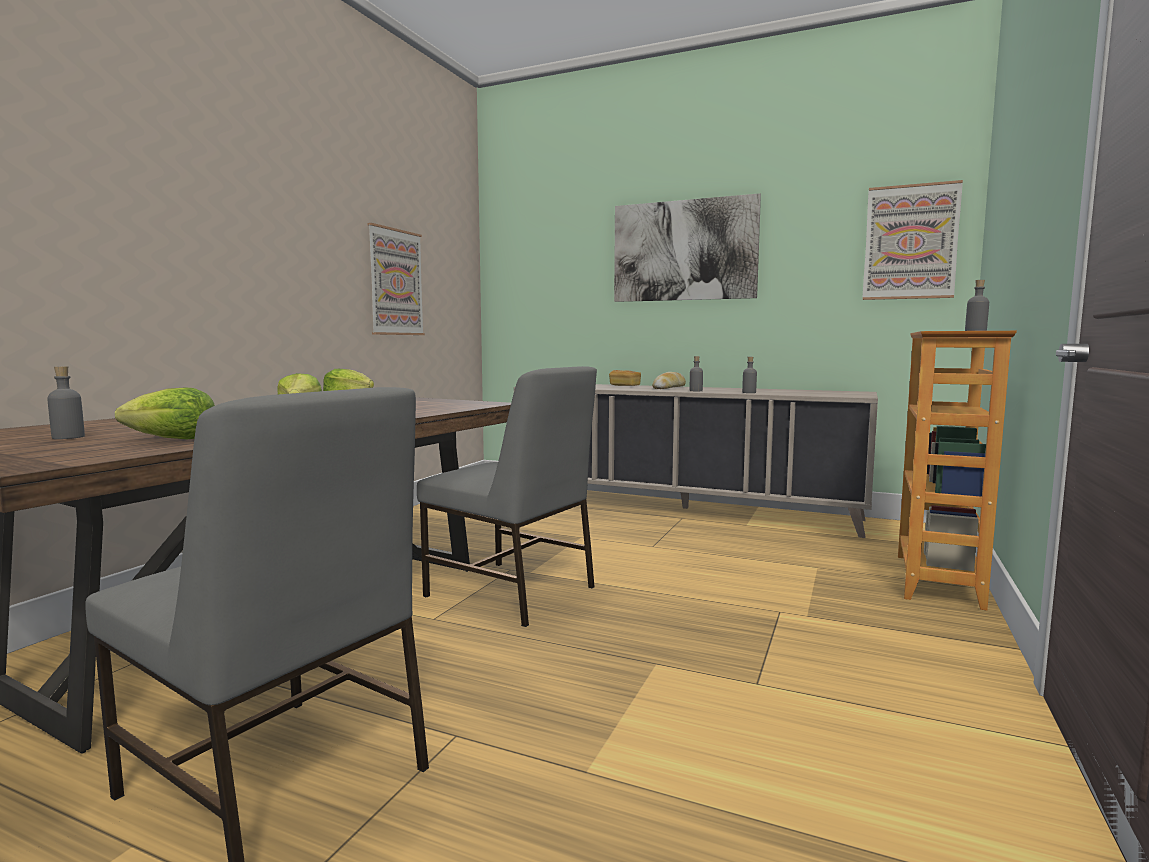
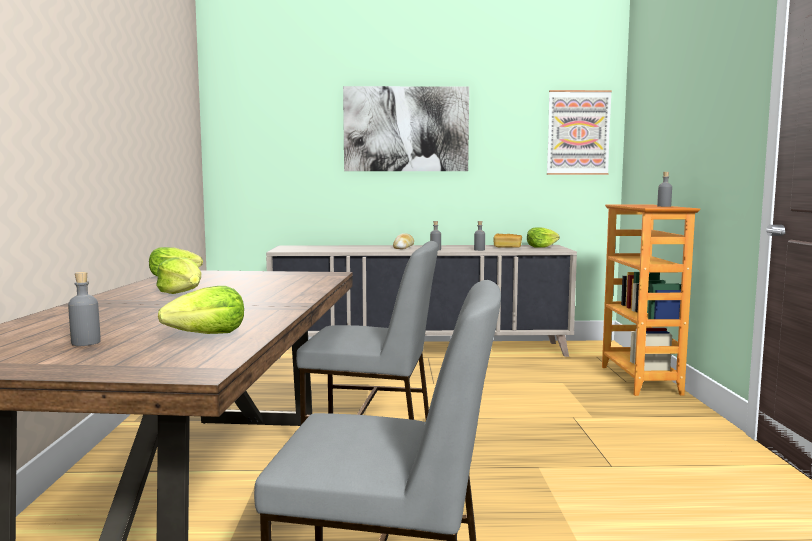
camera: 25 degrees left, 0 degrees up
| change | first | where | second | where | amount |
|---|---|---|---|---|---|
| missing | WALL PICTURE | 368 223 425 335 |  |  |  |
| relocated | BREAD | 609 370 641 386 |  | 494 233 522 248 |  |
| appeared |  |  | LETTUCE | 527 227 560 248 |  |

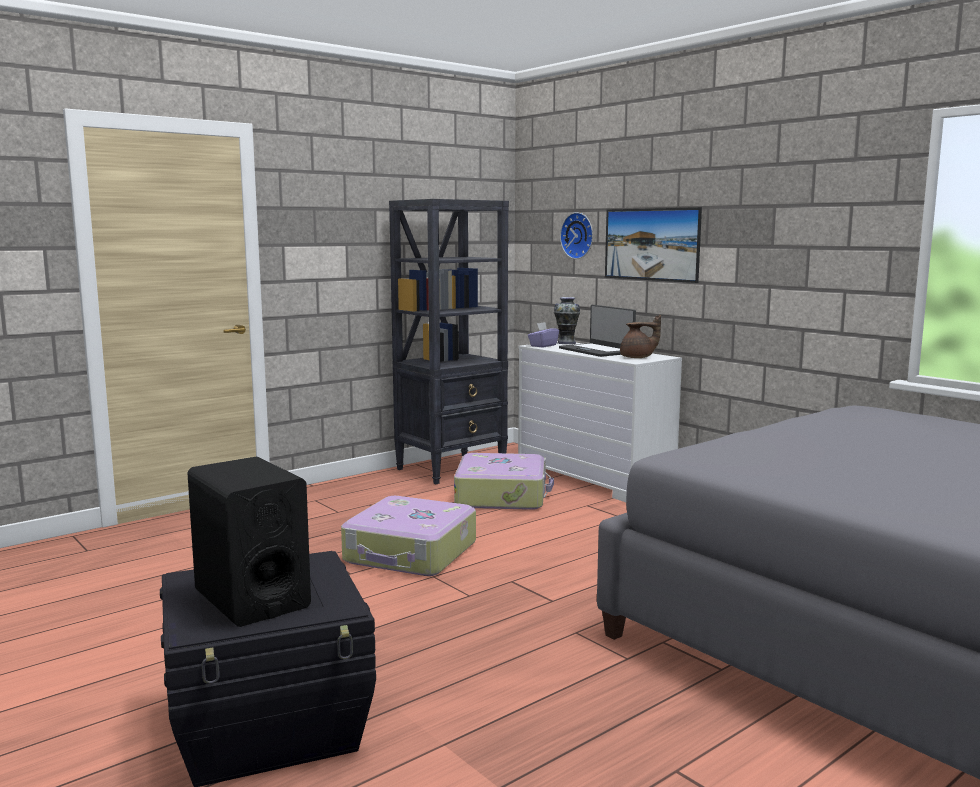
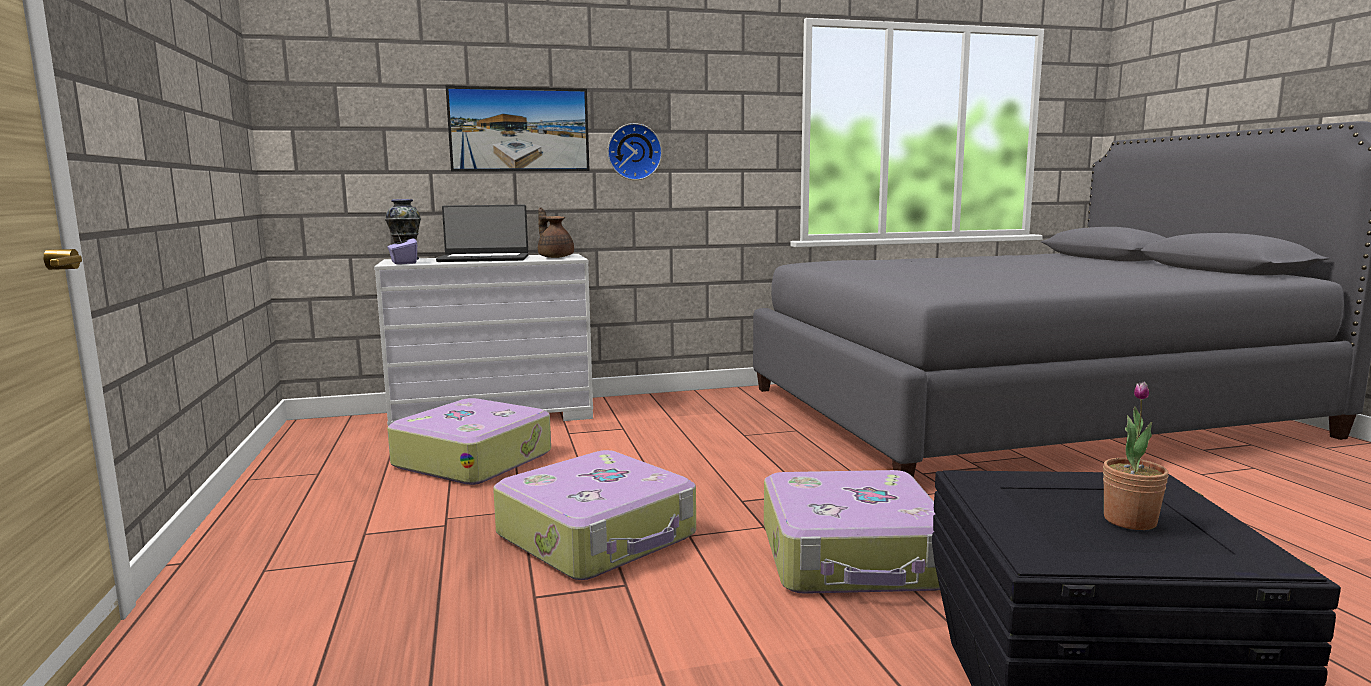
camera: 65 degrees left, 0 degrees up
| change | first | where | second | where | amount |
|---|---|---|---|---|---|
| exchanged | BLACK-COLOURED AUDIO SPEAKER | 187 456 311 627 | POTTED PLANT | 1103 382 1169 530 |  |
| missing | BLACK-COLOURED BOOKCASE | 389 199 509 484 |  |  |  |
| relocated | HANGING CLOCK | 560 212 593 259 |  | 607 123 662 180 |  |
| spun | BROWN TEA POT | 620 315 661 358 |  | 538 208 574 258 | 60 degrees counterclockwise |
| appeared |  |  | PIECE OF LUGGAGE | 764 470 940 594 |  |

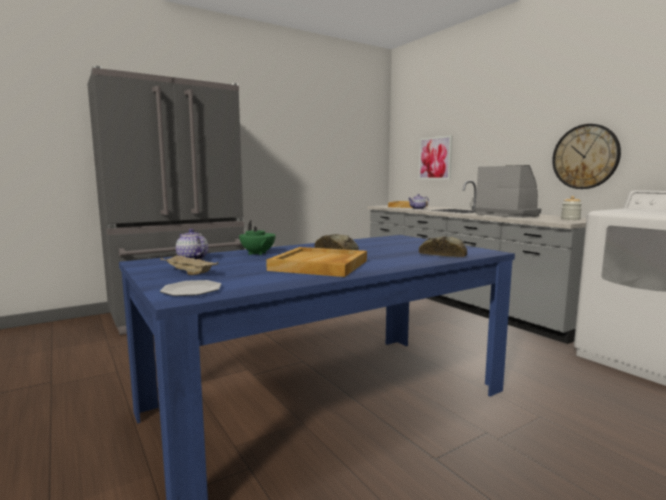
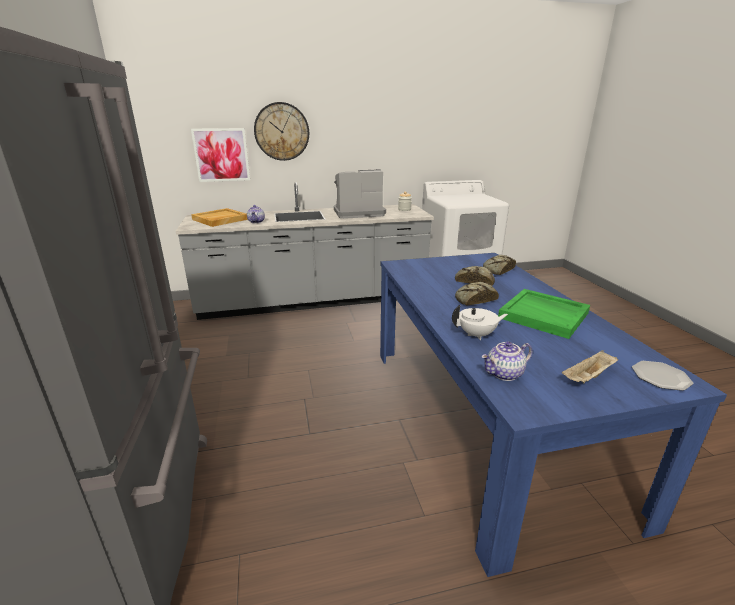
camera: 70 degrees left, 15 degrees up
| change | first | where | second | where | amount |
|---|---|---|---|---|---|
| colour | GREEN-COLOURED TEA POT | 239 221 276 255 | WHITE-COLOURED TEA POT | 452 305 508 340 |  |
| colour | BEIGE-COLOURED CARRYING TRAY | 266 247 367 277 | GREEN-COLOURED CARRYING TRAY | 498 289 590 339 |  |
| relocated | HANGING CLOCK | 552 124 621 189 |  | 254 102 309 161 |  |
| appeared |  |  | BREAD | 455 266 495 286 |  |

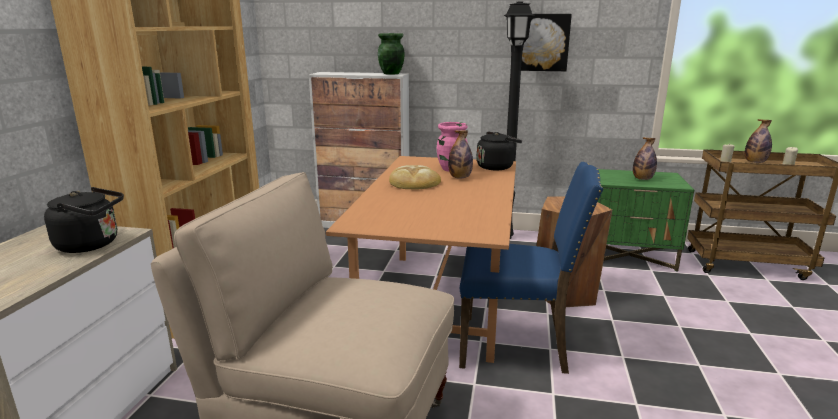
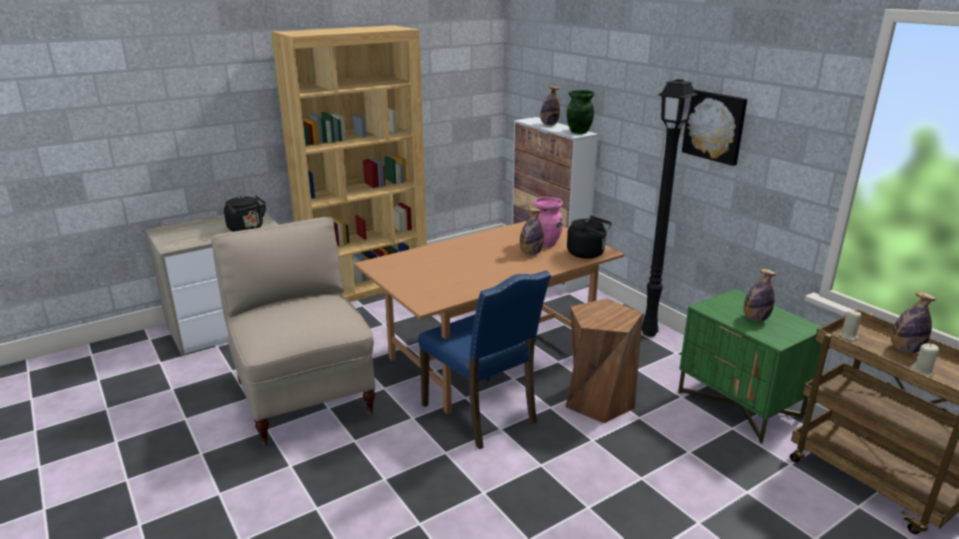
camera: 45 degrees right, 5 degrees up
| change | first | where | second | where | amount |
|---|---|---|---|---|---|
| missing | BREAD | 389 165 441 190 |  |  |  |
| appeared |  |  | BEVERAGE BOTTLE | 540 86 560 126 |  |

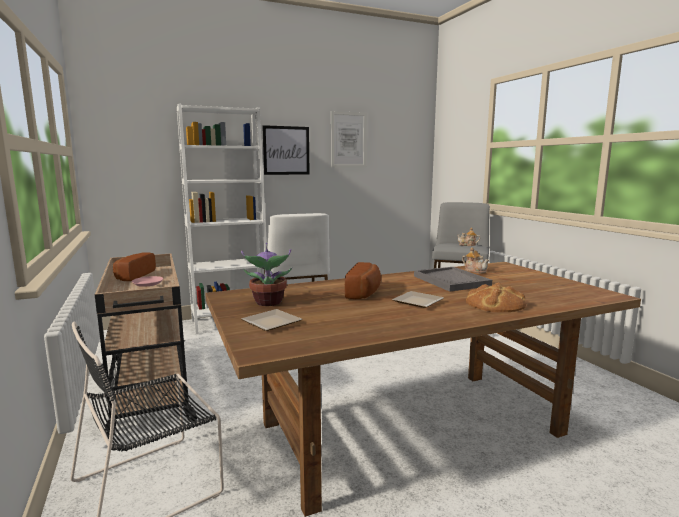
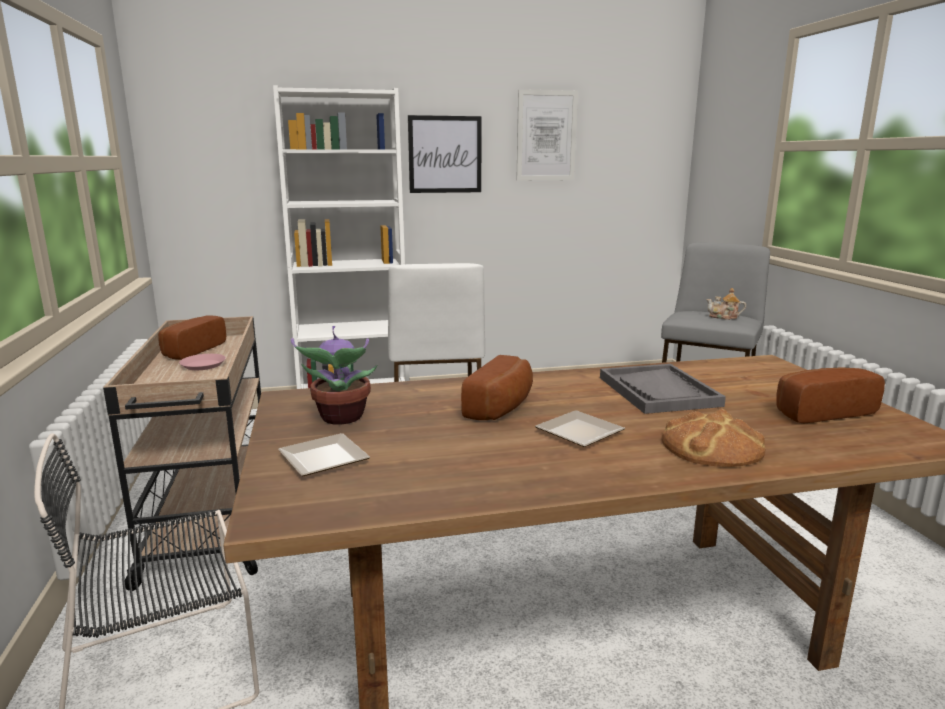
camera: 10 degrees right, 5 degrees up
| change | first | where | second | where | amount |
|---|---|---|---|---|---|
| missing | TEA POT | 462 247 489 273 |  |  |  |
| appeared |  |  | BREAD | 776 367 885 423 |  |

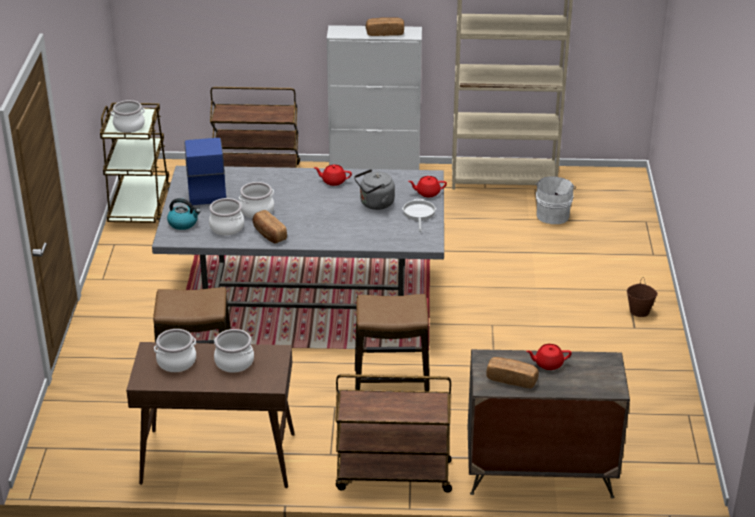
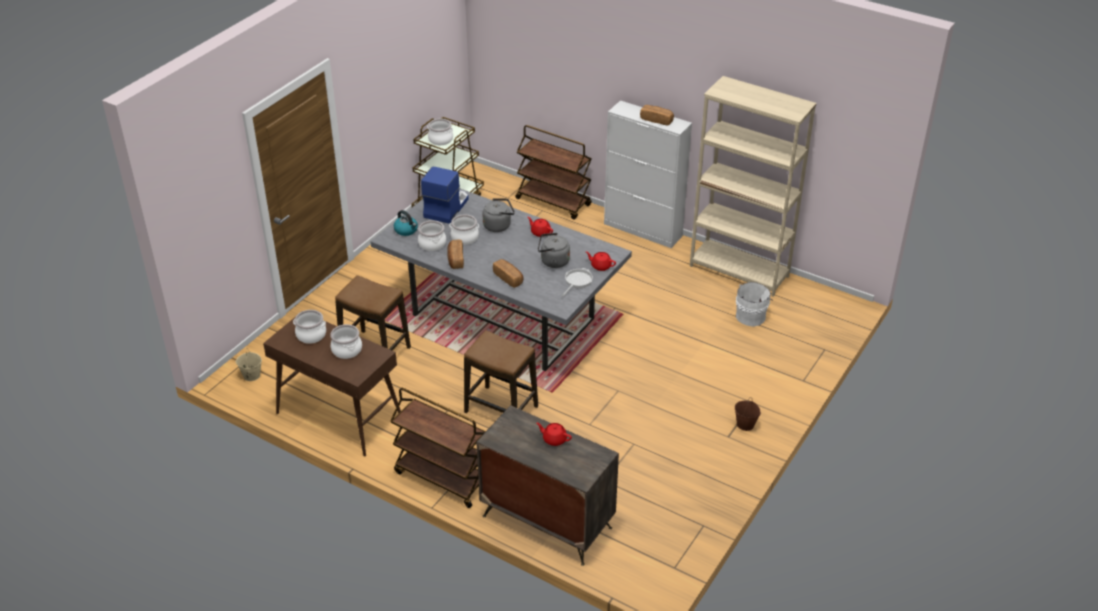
camera: 30 degrees right, 5 degrees up
| change | first | where | second | where | amount |
|---|---|---|---|---|---|
| relocated | BREAD | 486 357 539 389 |  | 493 259 524 288 |  |
| appeared |  |  | BEIGE-COLOURED BUCKET | 236 349 262 381 |  |
| appeared |  |  | GREYISH WATER KETTLE | 483 198 515 232 |  |

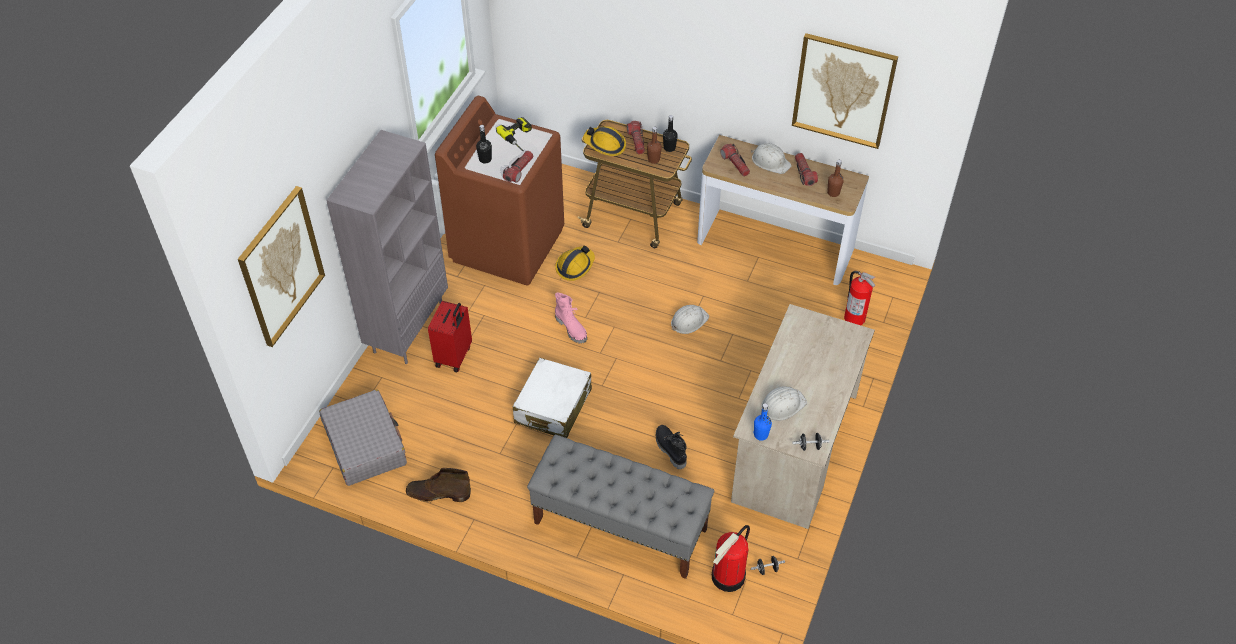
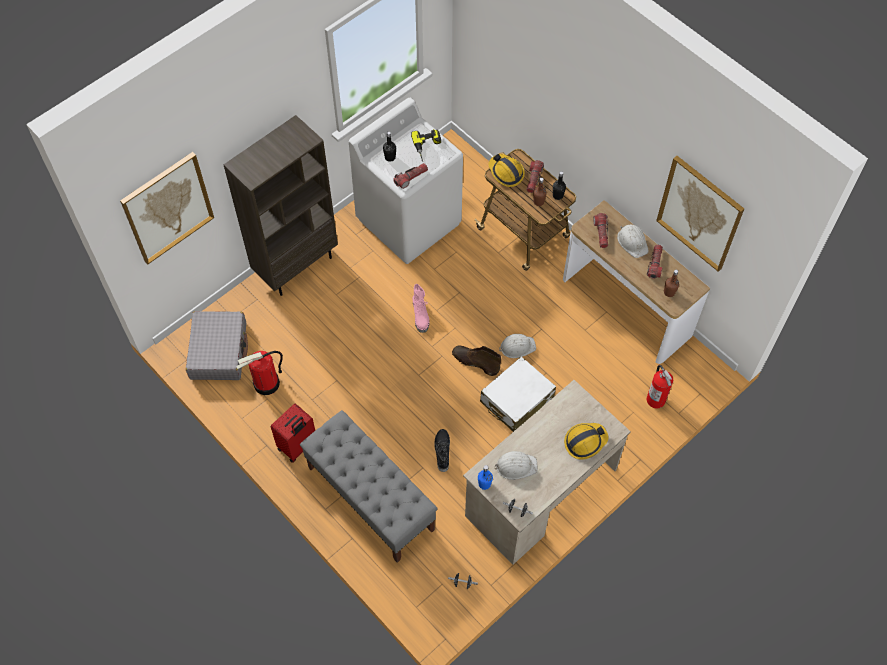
camera: 25 degrees right, 10 degrees up
| change | first | where | second | where | amount |
|---|---|---|---|---|---|
| colour | GREYISH BOOKCASE | 326 130 448 364 | BROWN BOOKCASE | 223 115 338 296 |  |
| relocated | BROWN TALL BOOT | 406 468 471 502 |  | 452 345 501 376 |  |
| relocated | RED PIECE OF LUGGAGE | 428 301 472 372 |  | 271 403 315 463 |  |
| colour | BROWN LAUNDRY APPLIANCE | 435 96 564 285 | WHITE-COLOURED LAUNDRY APPLIANCE | 349 98 463 264 |  |
| relocated | WHITE-COLOURED PIECE OF LUGGAGE | 513 358 592 438 |  | 480 357 556 432 |  |
| relocated | WORK HELMET | 555 246 595 281 |  | 564 423 608 460 |  |
| relocated | FIRE EXTINGUISHER | 712 525 750 592 |  | 236 351 283 395 |  |

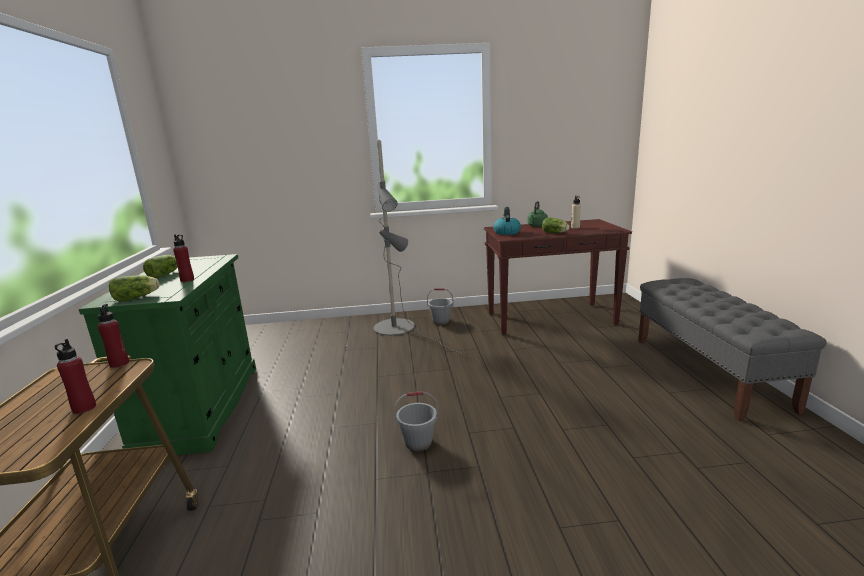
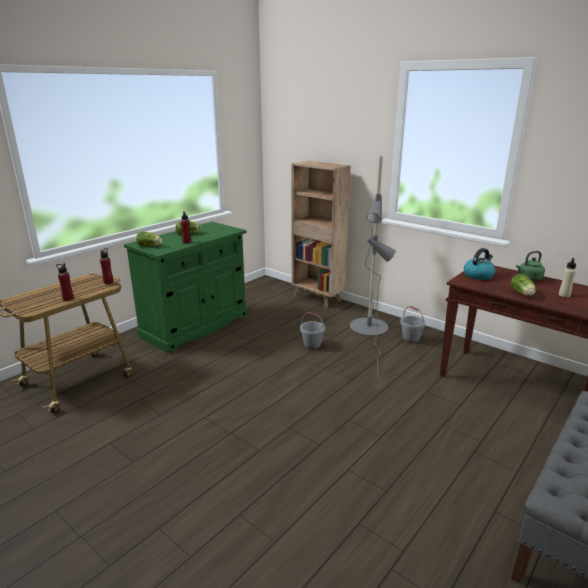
camera: 45 degrees right, 5 degrees up
| change | first | where | second | where | amount |
|---|---|---|---|---|---|
| relocated | GREYISH BUCKET | 394 391 439 451 |  | 300 312 325 350 |  |
| appeared |  |  | BROWN BOOKCASE | 291 161 351 309 |  |

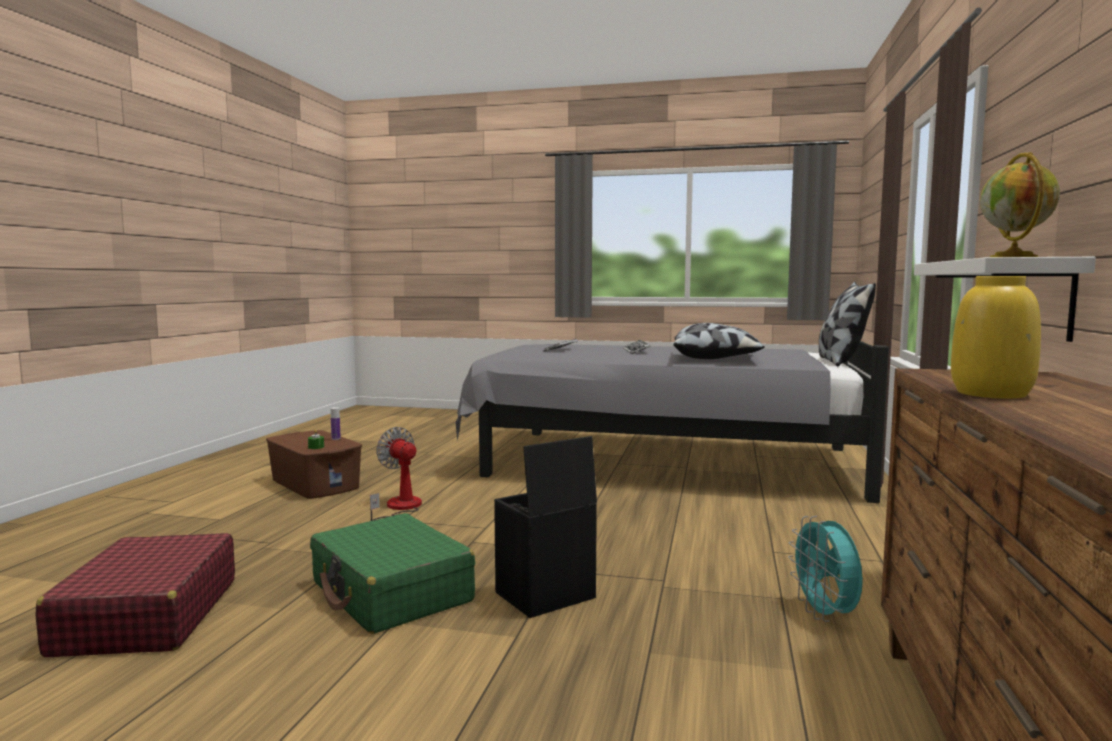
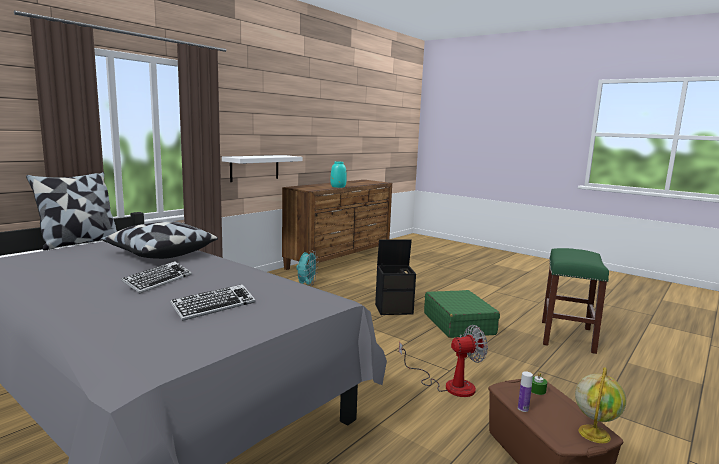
camera: 155 degrees left, 5 degrees up
| change | first | where | second | where | amount |
|---|---|---|---|---|---|
| exchanged | RED PIECE OF LUGGAGE | 36 533 235 657 | GREEN-COLOURED STOOL | 542 248 609 354 |  |
| spun | FAN | 370 427 422 521 |  | 399 325 488 397 | 90 degrees counterclockwise |
| colour | YELLOW VASE | 951 276 1041 399 | TURQUOISE VASE | 331 161 347 188 |  |
| relocated | WORLD GLOBE | 980 152 1060 257 |  | 575 367 626 443 |  |

